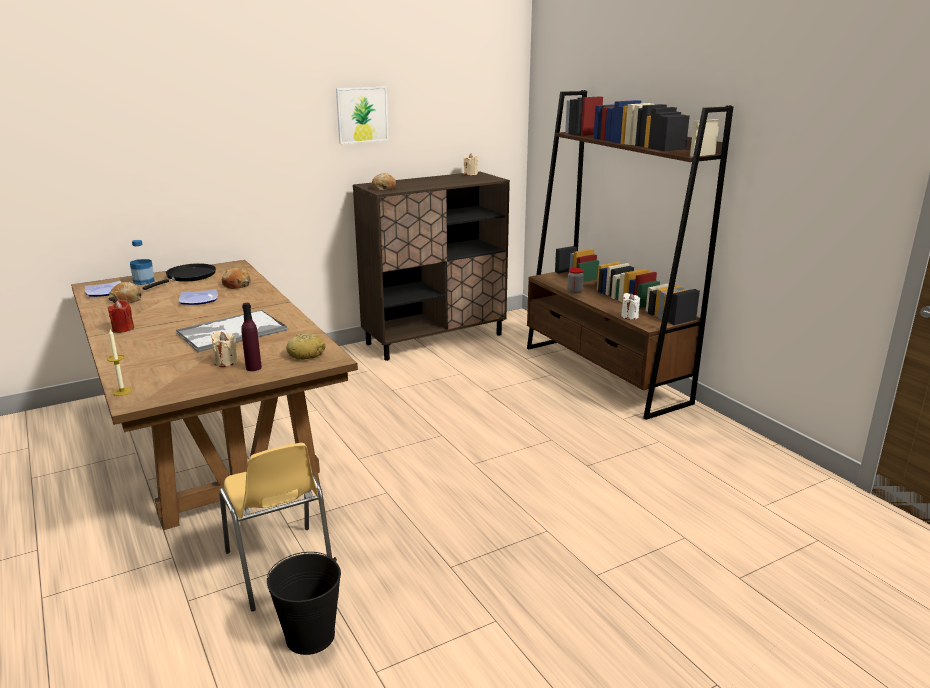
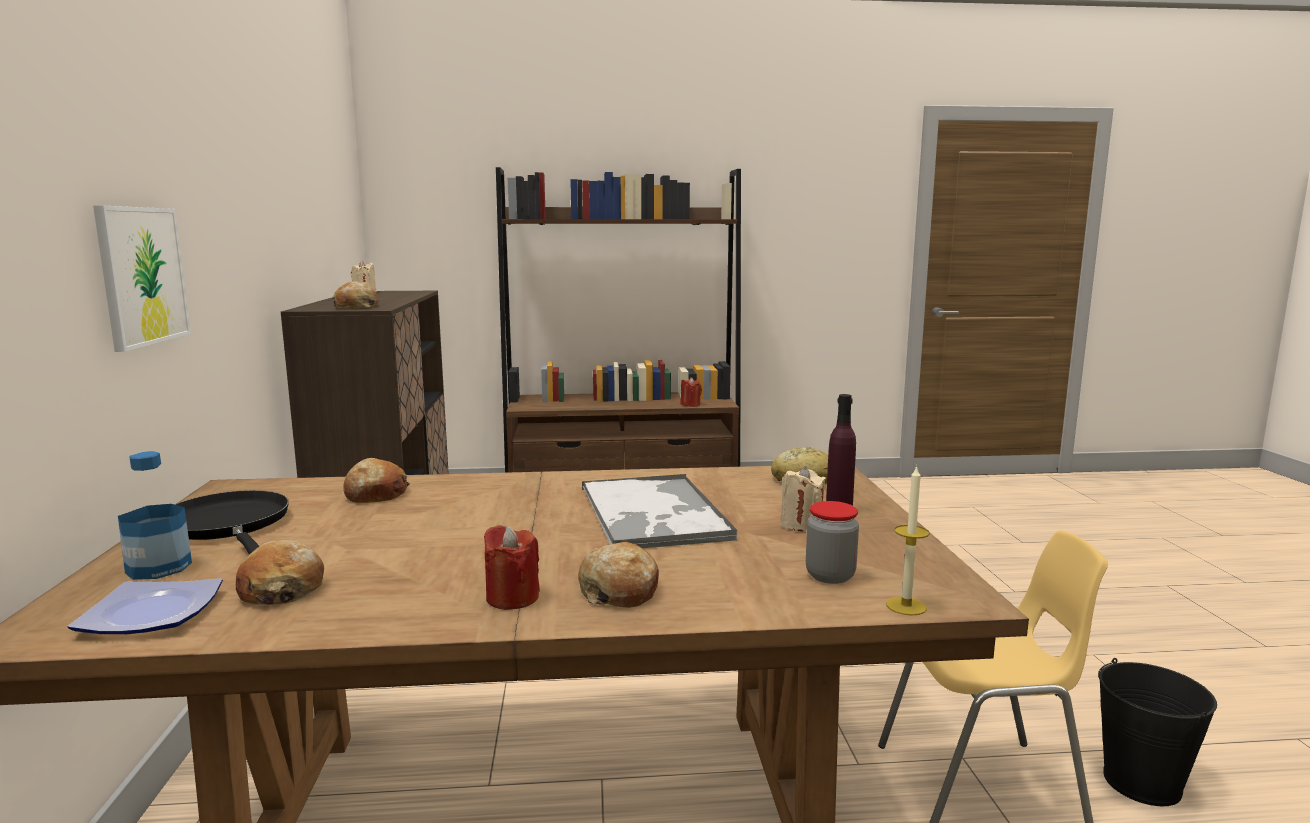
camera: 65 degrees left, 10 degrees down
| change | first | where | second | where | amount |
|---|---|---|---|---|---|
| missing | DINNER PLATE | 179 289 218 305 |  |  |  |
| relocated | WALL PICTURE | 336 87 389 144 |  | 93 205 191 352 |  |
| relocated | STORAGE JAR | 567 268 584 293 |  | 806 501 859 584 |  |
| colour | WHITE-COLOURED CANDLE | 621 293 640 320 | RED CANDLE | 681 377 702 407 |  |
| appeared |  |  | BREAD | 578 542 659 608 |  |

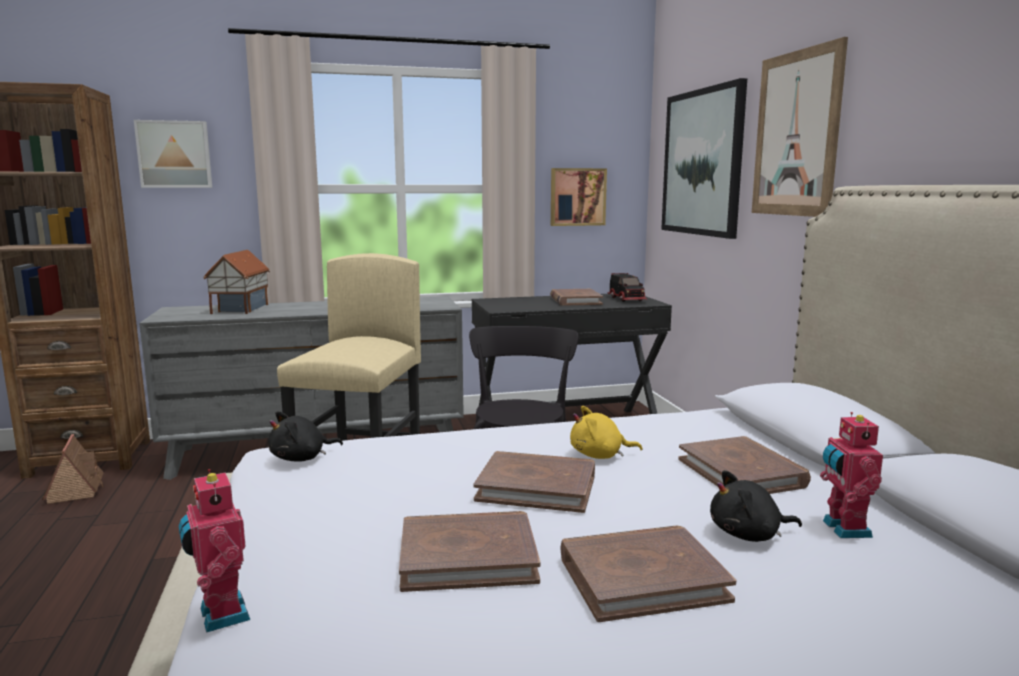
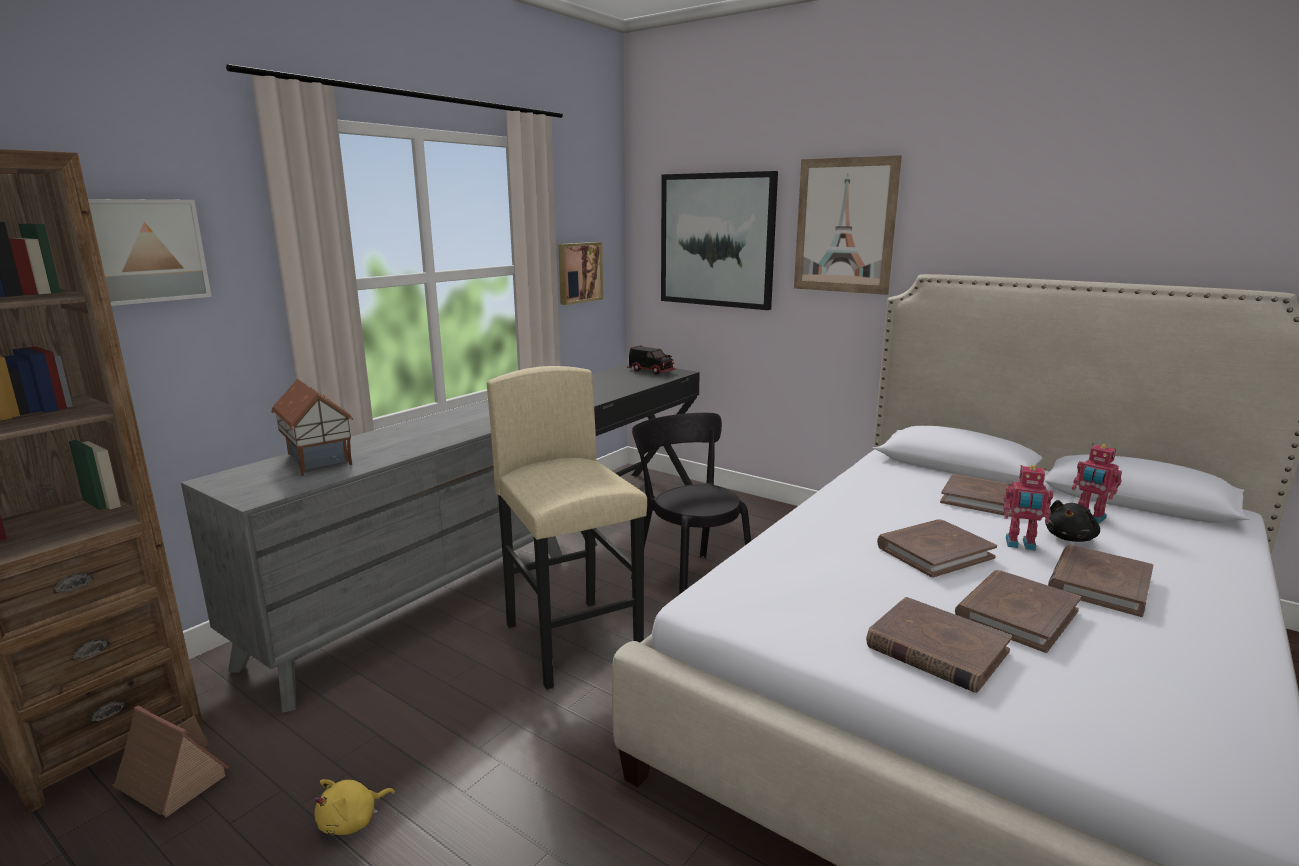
camera: 40 degrees left, 5 degrees up
| change | first | where | second | where | amount |
|---|---|---|---|---|---|
| relocated | MODEL ROBOT | 178 469 251 633 |  | 1004 465 1053 551 |  |
| missing | BLACK-COLOURED CUDDLY TOY | 268 411 343 462 |  |  |  |
| relocated | BROWN BOUND BOOK | 550 289 603 306 |  | 866 597 1012 693 |  |
| relocated | YELLOW CUDDLY TOY | 570 406 643 459 |  | 314 779 395 835 |  |

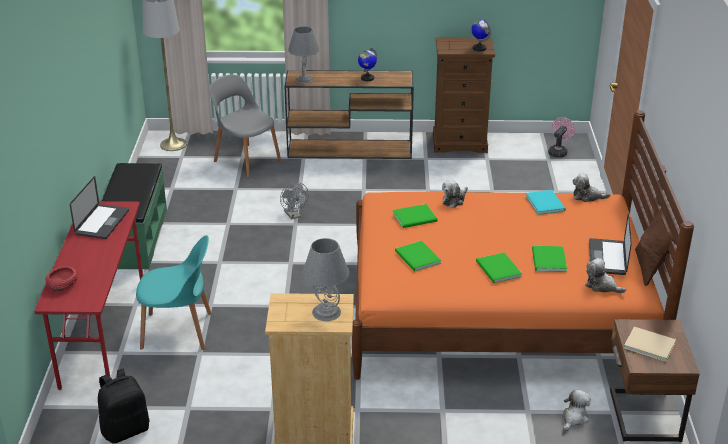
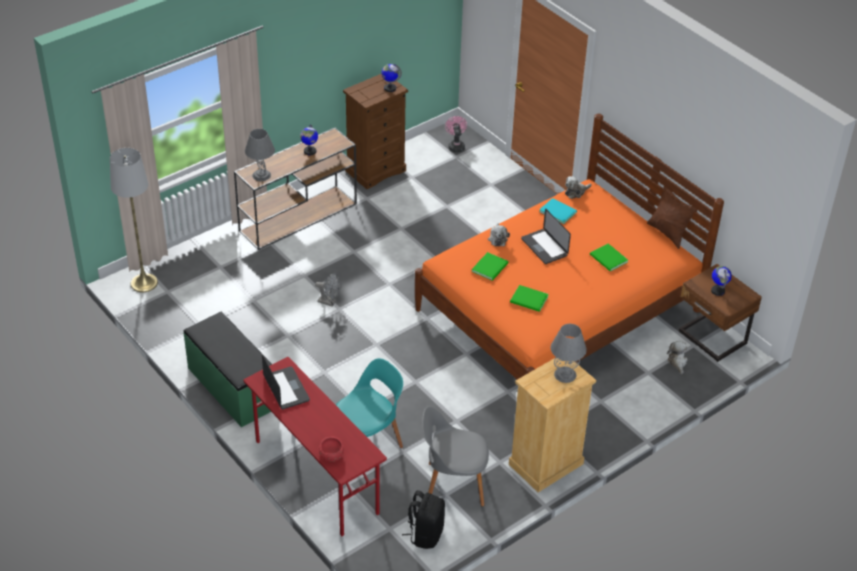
camera: 40 degrees left, 10 degrees up
| change | first | where | second | where | amount |
|---|---|---|---|---|---|
| relocated | GREYISH PLAIN CHAIR | 209 74 281 178 |  | 422 407 489 507 |  |
| missing | GREEN-COLOURED BOUND BOOK | 476 253 522 283 |  |  |  |
| missing | CUDDLY TOY | 585 258 626 293 |  |  |  |
| relocated | NOTEBOOK COMPUTER | 589 213 632 275 |  | 521 208 571 264 |  |
| exchanged | BEIGE-COLOURED BOUND BOOK | 624 327 676 362 | WORLD GLOBE | 711 266 732 296 |  |

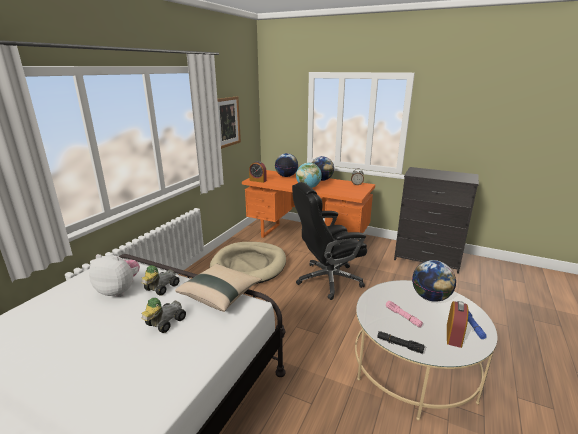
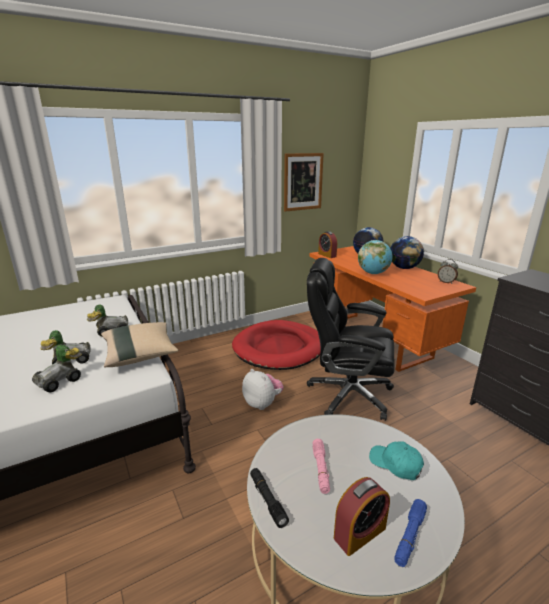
camera: 35 degrees right, 0 degrees up
| change | first | where | second | where | amount |
|---|---|---|---|---|---|
| relocated | CUDDLY TOY | 89 254 140 297 |  | 242 369 284 410 |  |
| colour | BEIGE-COLOURED DOG CUSHION | 210 242 286 284 | RED DOG CUSHION | 232 320 320 370 |  |
| exchanged | WORLD GLOBE | 412 260 456 302 | TURQUOISE CAP | 369 441 424 480 |  |
| appeared |  |  | TOY CAR | 32 344 82 392 |  |

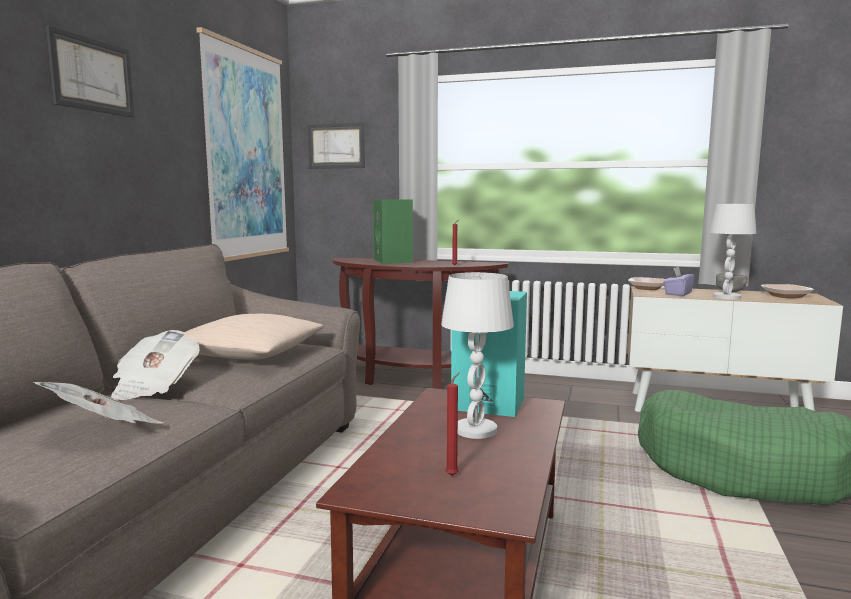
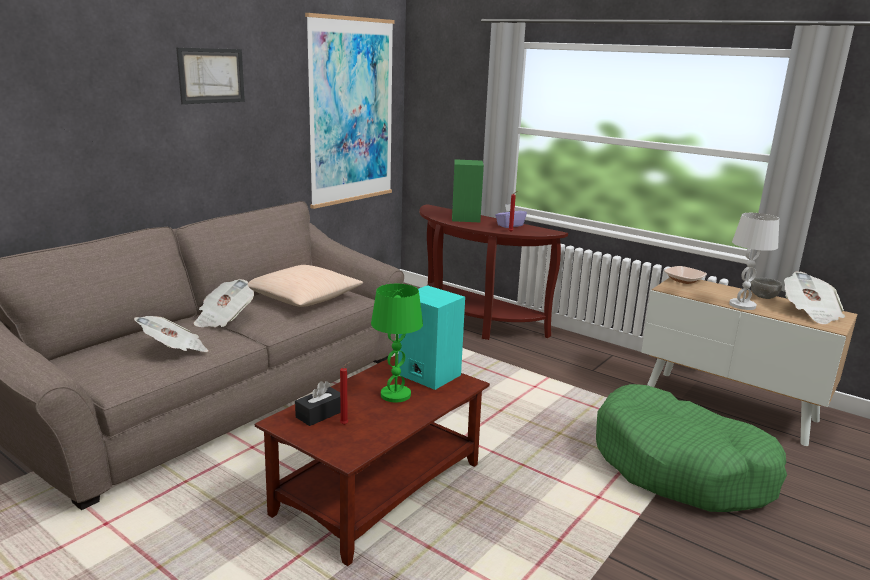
camera: 20 degrees right, 10 degrees up
| change | first | where | second | where | amount |
|---|---|---|---|---|---|
| missing | WALL PICTURE | 308 123 365 169 |  |  |  |
| colour | WHITE-COLOURED LAMP FOR A TABLE | 441 272 514 439 | GREEN-COLOURED LAMP FOR A TABLE | 371 284 423 403 |  |
| relocated | PURPLE-COLOURED TISSUE HOLDER | 663 267 695 296 |  | 495 204 527 228 |  |
| exchanged | DEEP DISH | 761 284 814 298 | NEWSPAPER | 784 272 845 324 |  |
| appeared |  |  | BLACK-COLOURED TISSUE HOLDER | 295 381 341 426 |  |

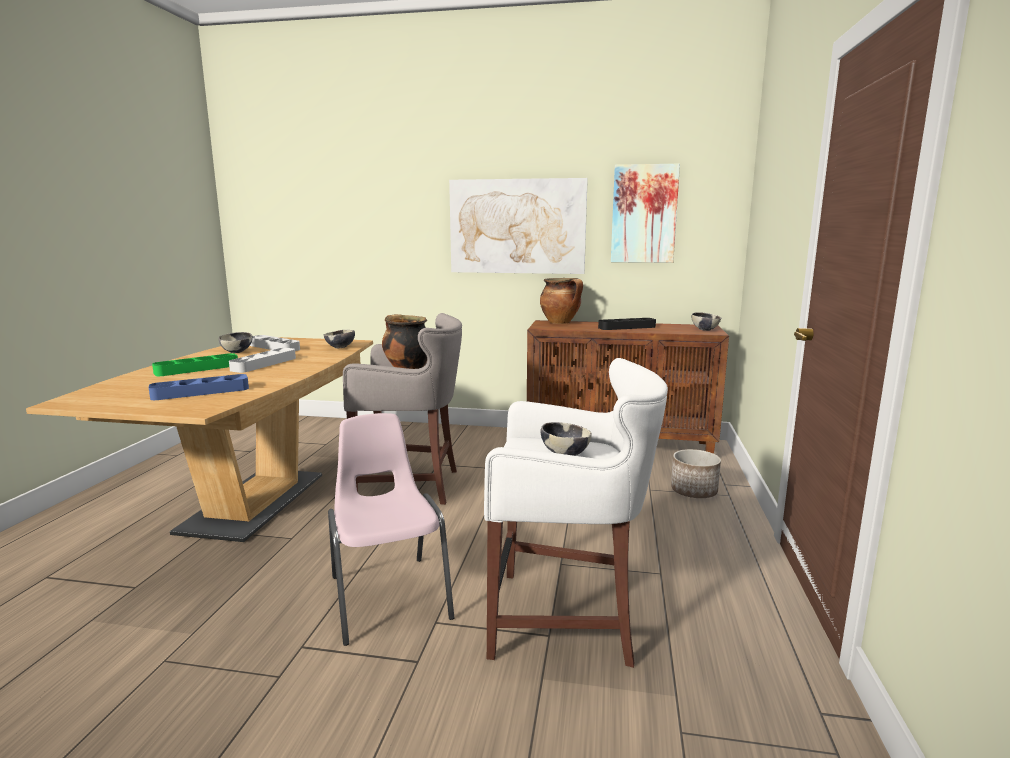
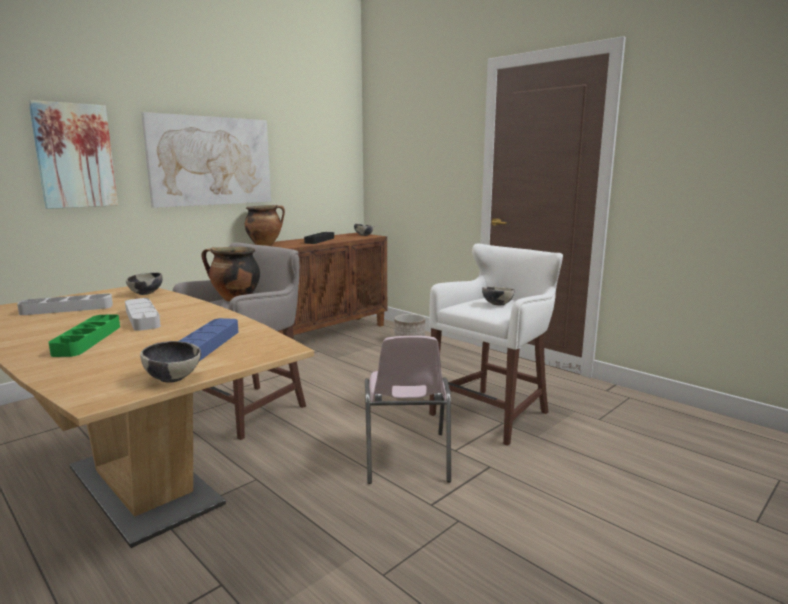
camera: 55 degrees left, 0 degrees up
| change | first | where | second | where | amount |
|---|---|---|---|---|---|
| relocated | DEEP DISH | 219 332 253 353 |  | 140 341 201 383 |  |
| spun | PINK-COLOURED PLAIN CHAIR | 328 413 454 646 |  | 365 336 451 484 | 105 degrees counterclockwise |
| relocated | WALL PICTURE | 611 164 680 263 |  | 28 100 118 209 |  |

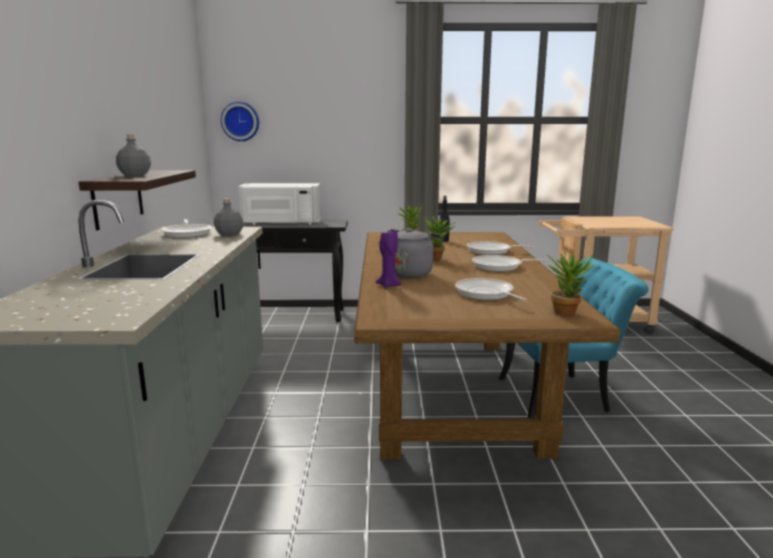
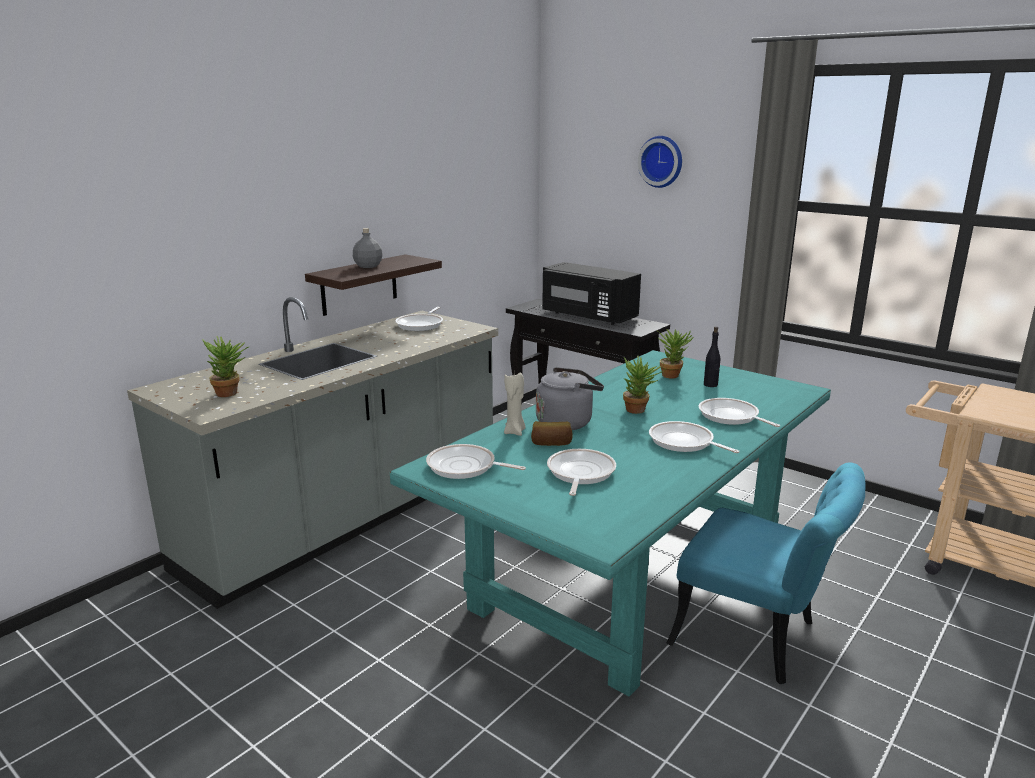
camera: 40 degrees right, 5 degrees up
| change | first | where | second | where | amount |
|---|---|---|---|---|---|
| missing | GREYISH BEVERAGE BOTTLE | 214 198 243 236 |  |  |  |
| relocated | HANGING CLOCK | 221 101 259 141 |  | 638 136 682 188 |  |
| colour | WHITE-COLOURED MICROWAVE OVEN | 238 183 321 225 | BLACK-COLOURED MICROWAVE OVEN | 542 262 641 325 |  |
| colour | BROWN KITCHEN TABLE | 354 232 621 460 | TURQUOISE KITCHEN TABLE | 390 350 831 697 |  |
| colour | PURPLE-COLOURED CANDLE | 376 230 402 288 | BEIGE-COLOURED CANDLE | 504 372 526 436 |  |
| relocated | POTTED PLANT | 547 253 594 316 |  | 202 336 250 397 |  |
| appeared |  |  | FRYING PAN | 426 444 526 479 |  |
| appeared |  |  | BREAD | 531 421 573 446 |  |

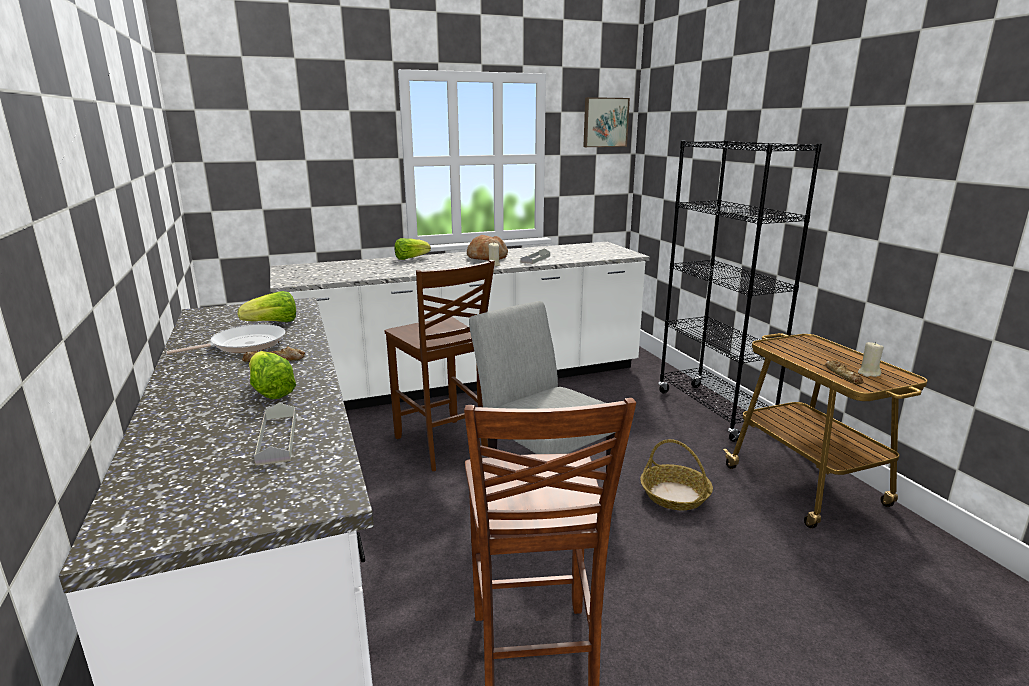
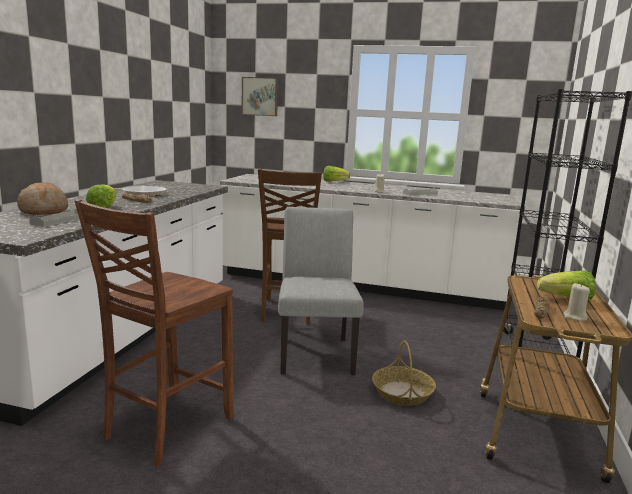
camera: 35 degrees right, 5 degrees down
| change | first | where | second | where | amount |
|---|---|---|---|---|---|
| relocated | LETTUCE | 238 291 296 322 |  | 537 271 596 302 |  |
| relocated | BREAD | 467 235 508 260 |  | 17 182 68 215 |  |
| relocated | WALL PICTURE | 583 97 630 147 |  | 242 77 278 116 |  |

